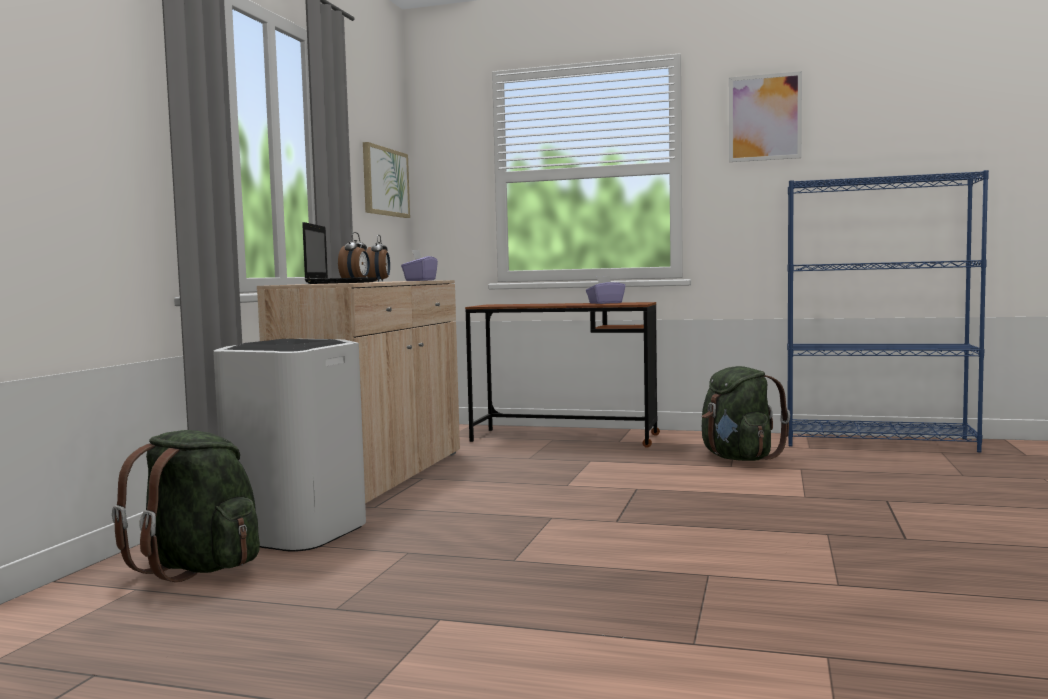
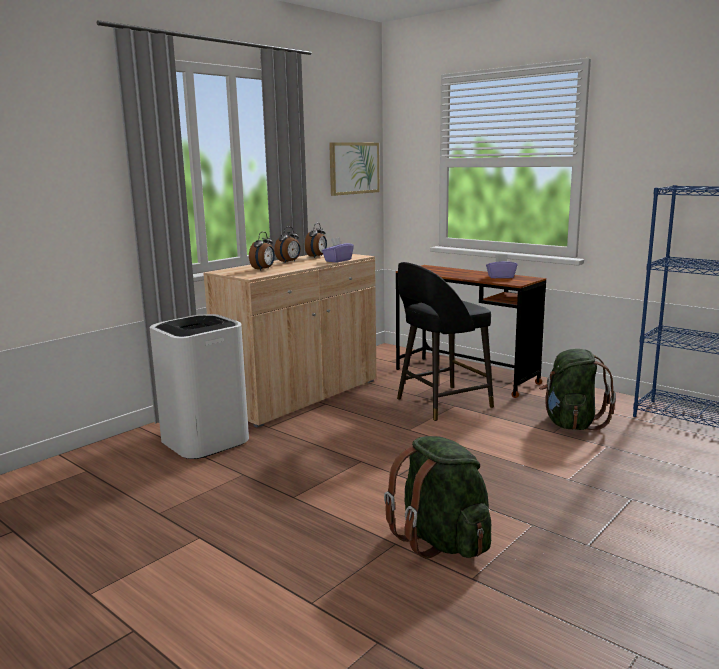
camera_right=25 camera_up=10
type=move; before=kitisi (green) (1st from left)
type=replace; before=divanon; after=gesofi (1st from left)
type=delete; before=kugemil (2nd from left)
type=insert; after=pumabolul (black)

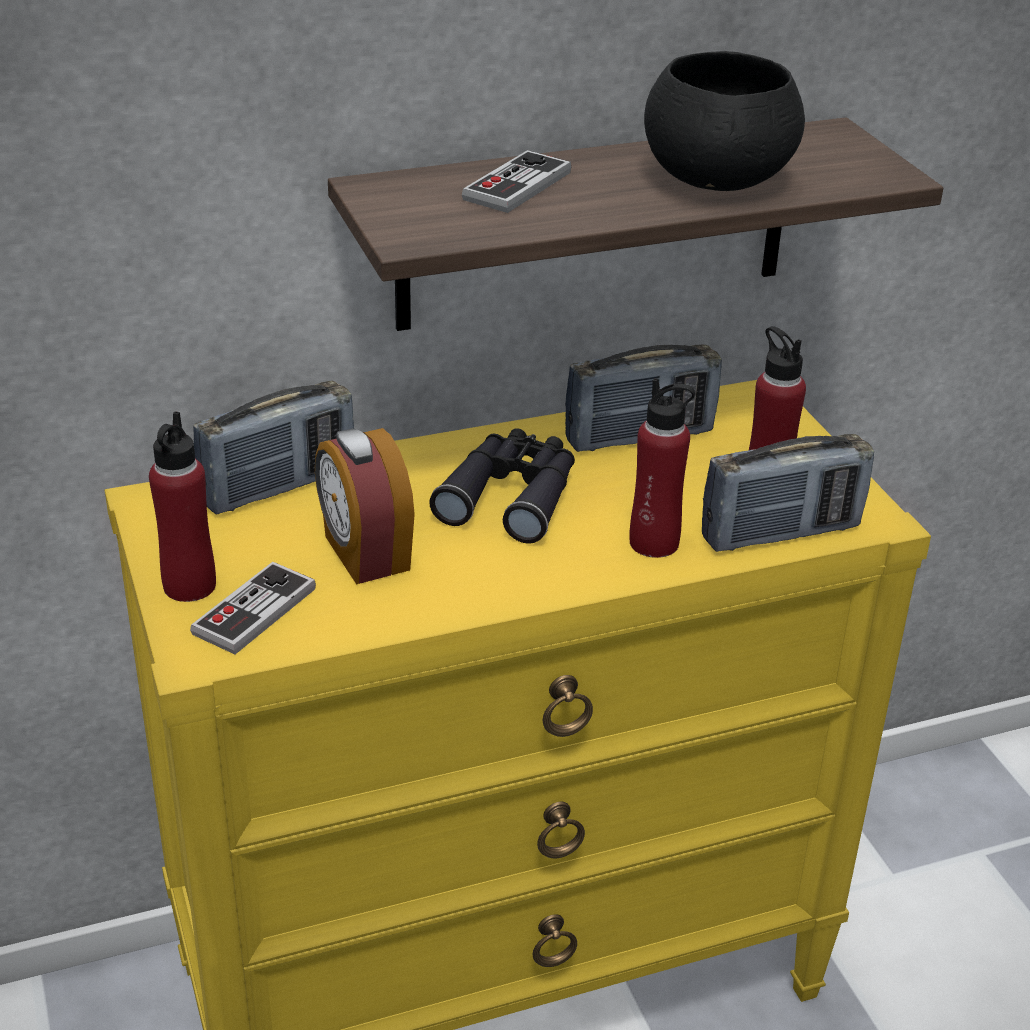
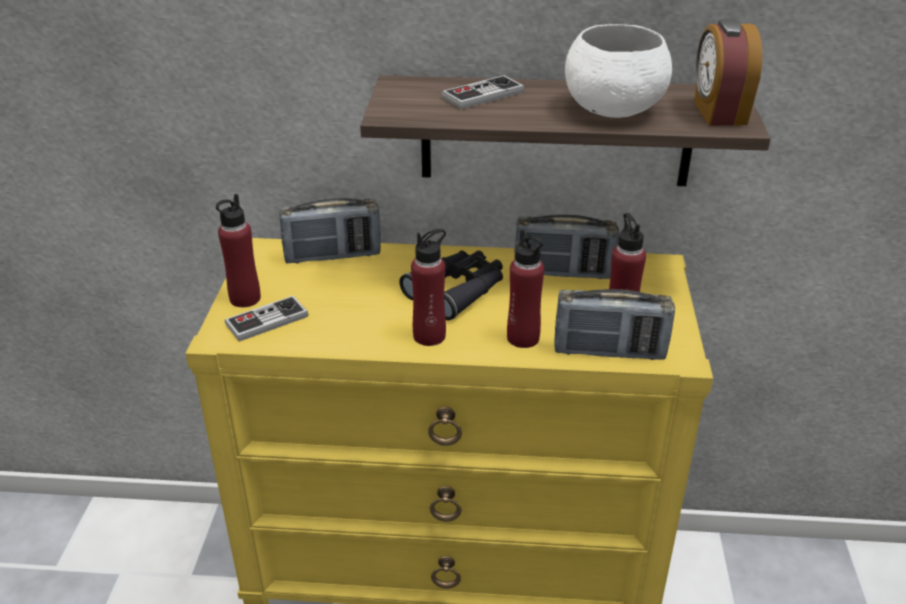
camera_right=25 camera_up=0
type=move; before=gesofi
type=recolor; before=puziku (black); after=puziku (white)
type=insert; after=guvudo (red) (2nd from left)

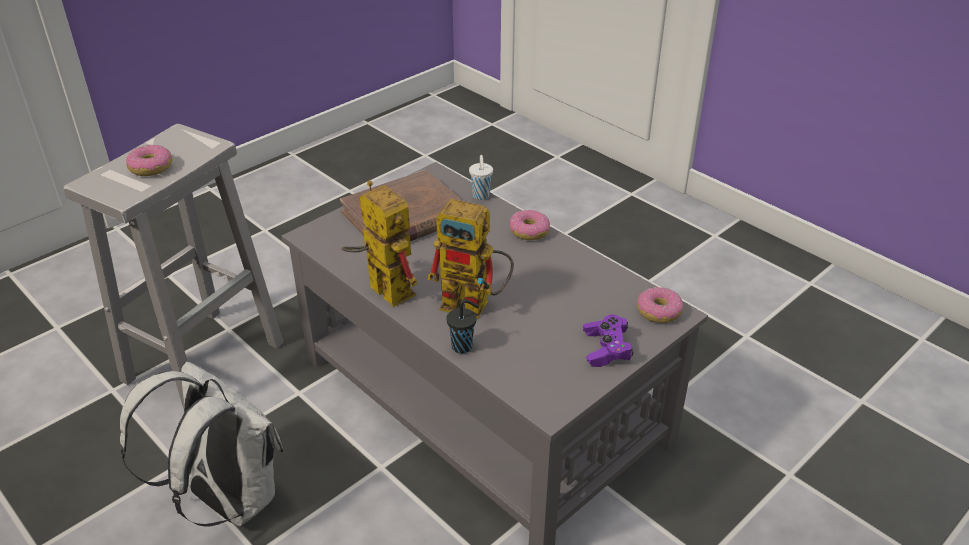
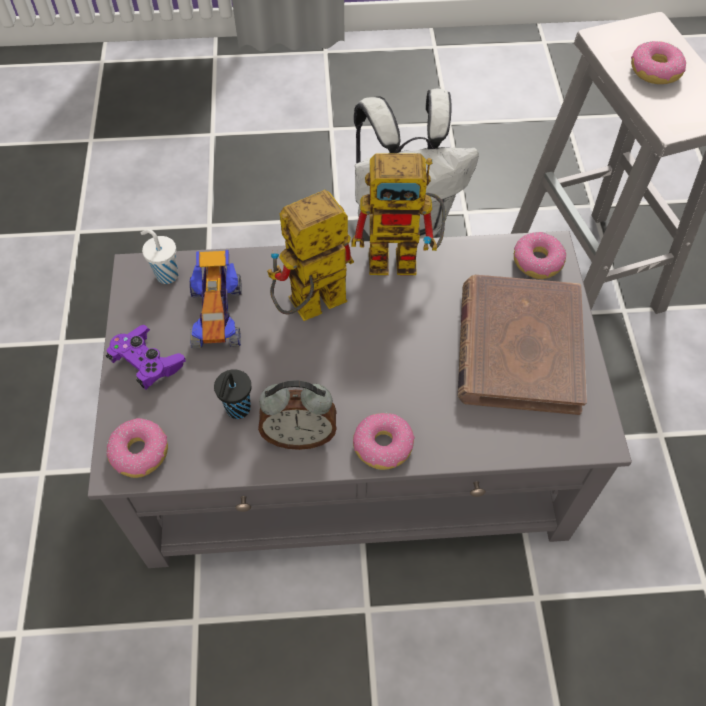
camera_right=130 camera_up=20
type=move; before=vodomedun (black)
type=move; before=vodomedun (white)
type=insert; after=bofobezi
type=insert; after=gesofi
type=insert; after=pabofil (3rd from left)

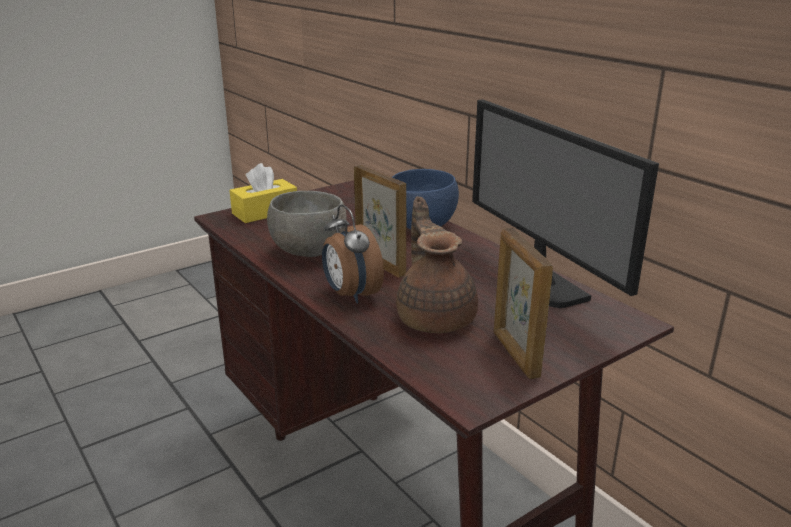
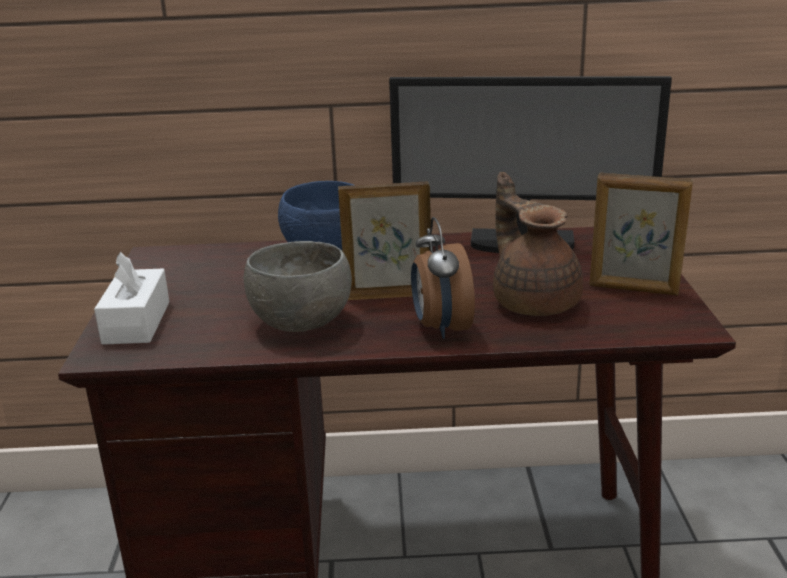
camera_right=-55 camera_up=0
type=recolor; before=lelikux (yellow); after=lelikux (white)
type=rotate; before=gesofi; turn=75
type=rotate; before=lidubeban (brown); turn=45

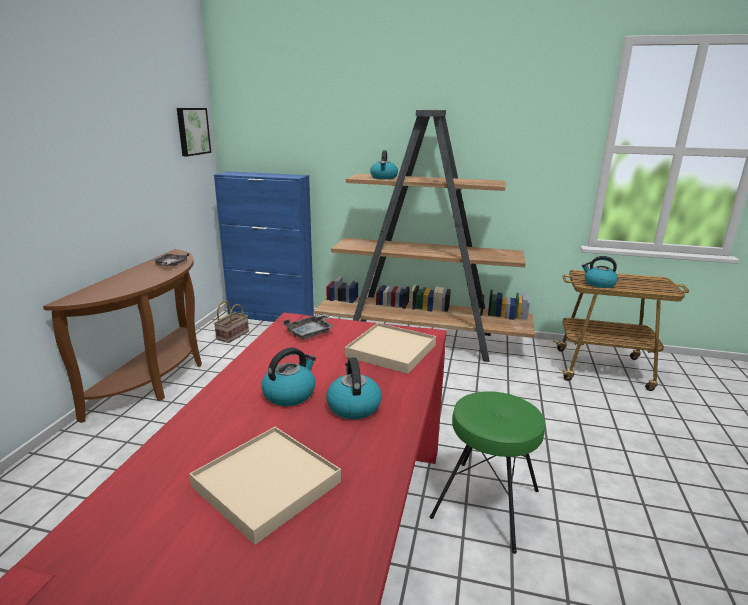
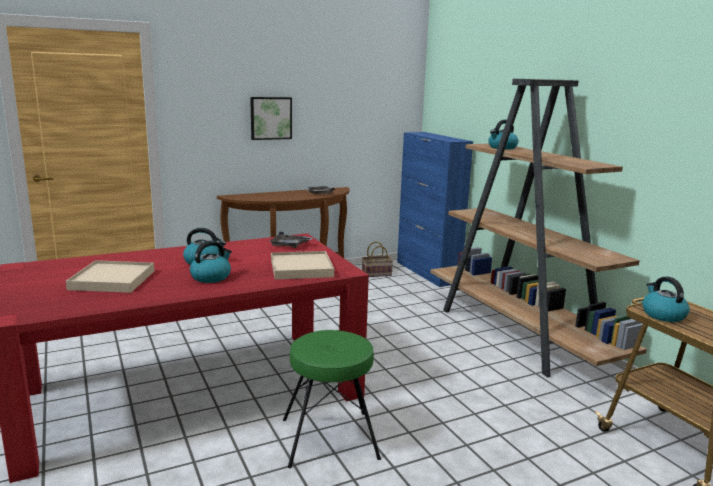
camera_right=50 camera_up=-5
type=move; before=kugemil

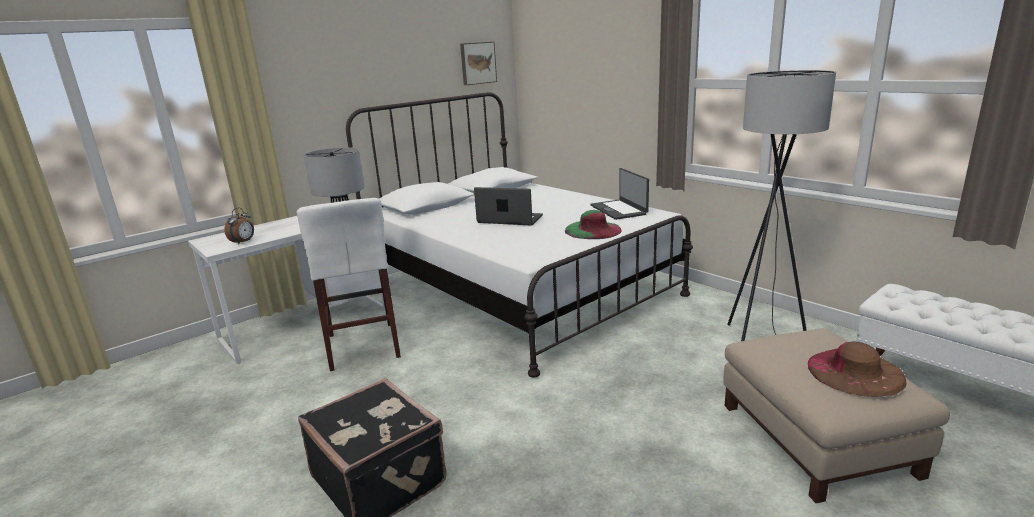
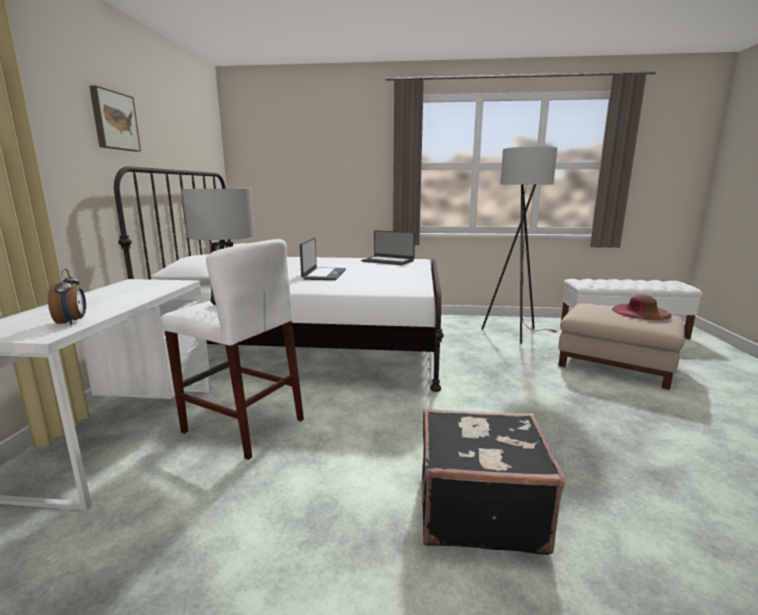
camera_right=-45 camera_up=-5
type=move; before=kugemil
type=rotate; before=divanon (1st from left); turn=120
type=delete; before=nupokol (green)

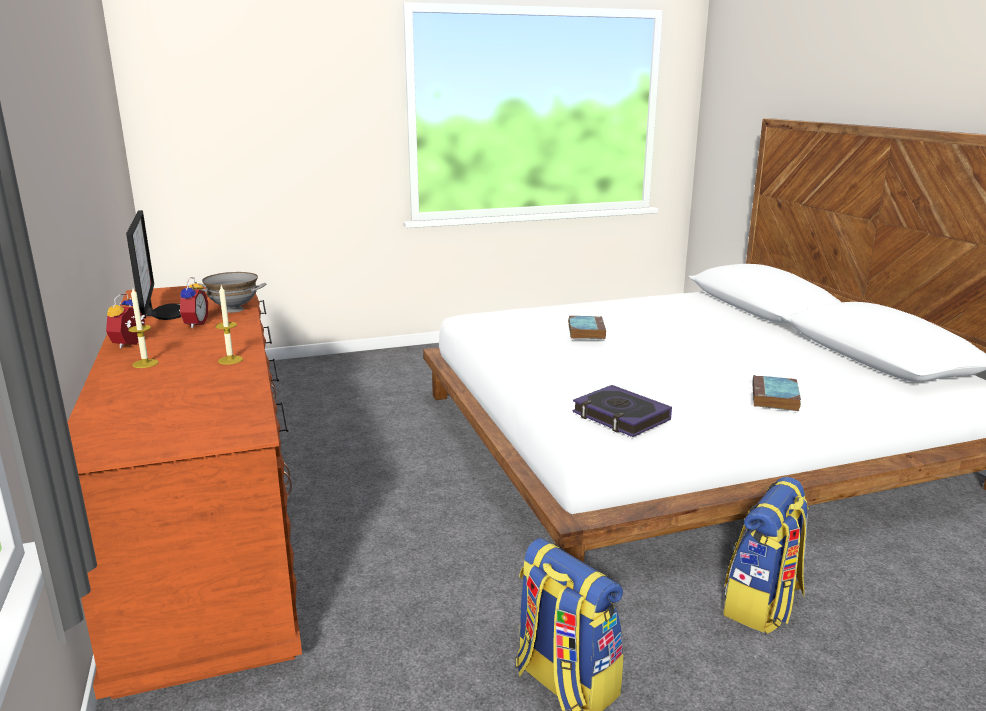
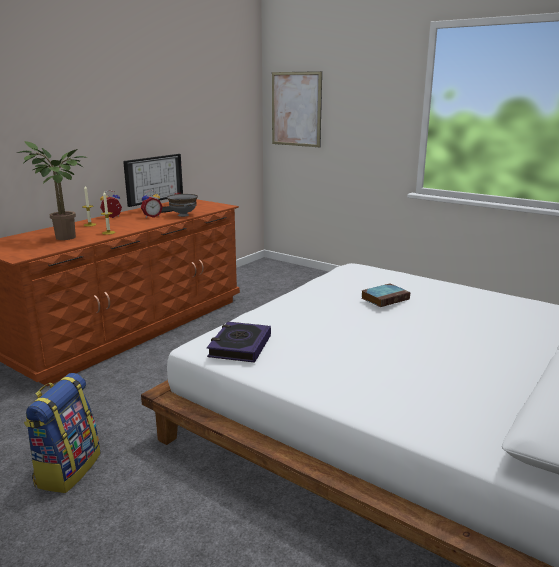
camera_right=55 camera_up=0
type=delete; before=kitisi (2nd from left)
type=delete; before=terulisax (3rd from left)
type=insert; after=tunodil
type=insert; after=kugemil

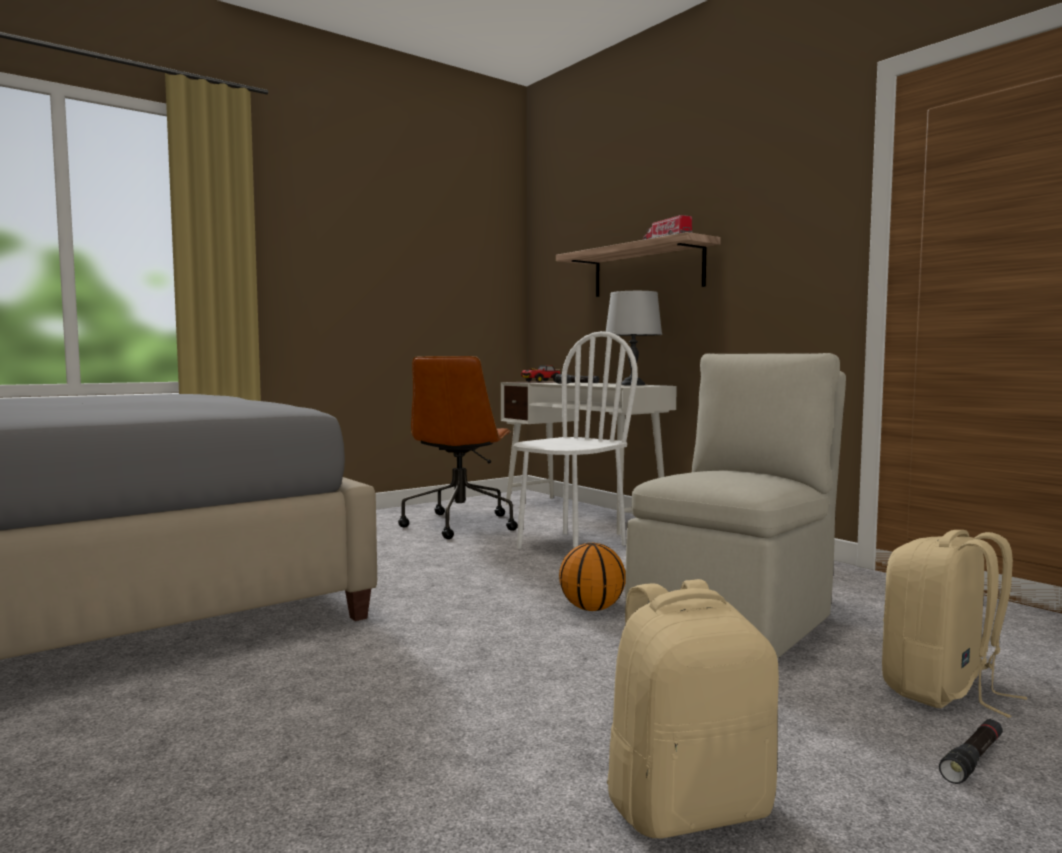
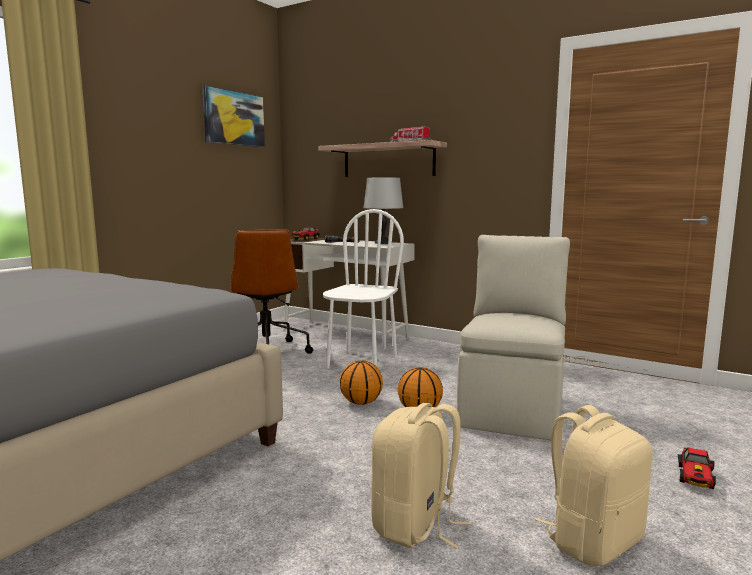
camera_right=-20 camera_up=5
type=move; before=kitisi (beige) (2nd from left in the first image); after=kitisi (beige) (1st from left)
type=replace; before=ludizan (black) (2nd from left); after=bofobezi (2nd from left)
type=insert; after=kugemil
type=insert; after=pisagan (1st from left)

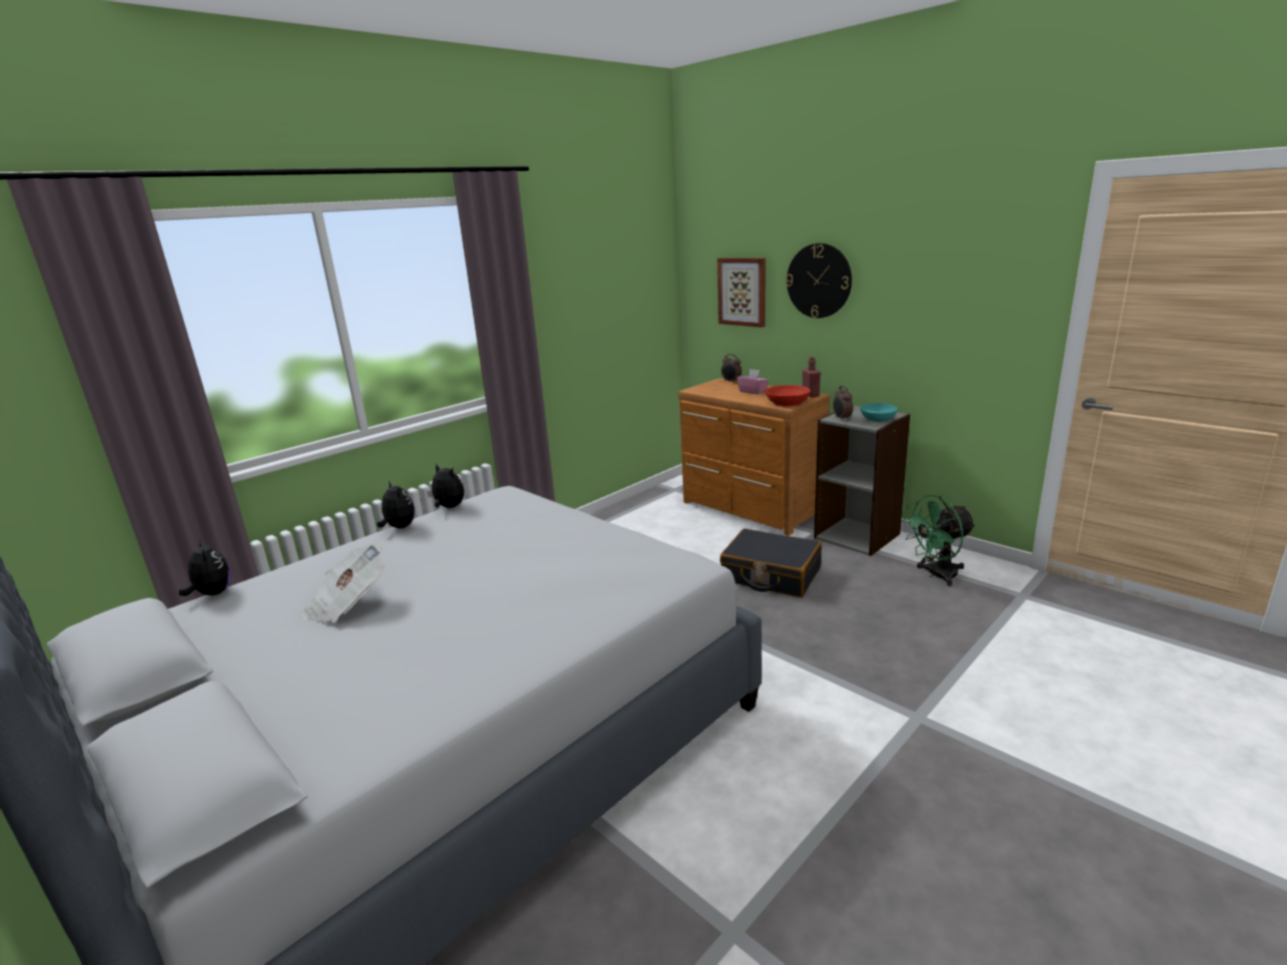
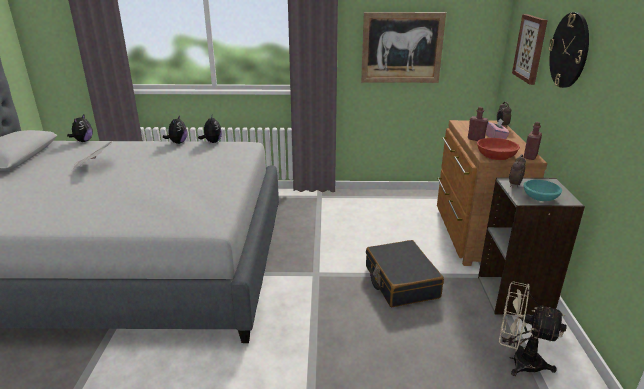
camera_right=45 camera_up=5
type=recolor; before=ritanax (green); after=ritanax (beige)
type=insert; after=kugemil (1st from left)
type=insert; after=guvudo (red) (1st from left)

